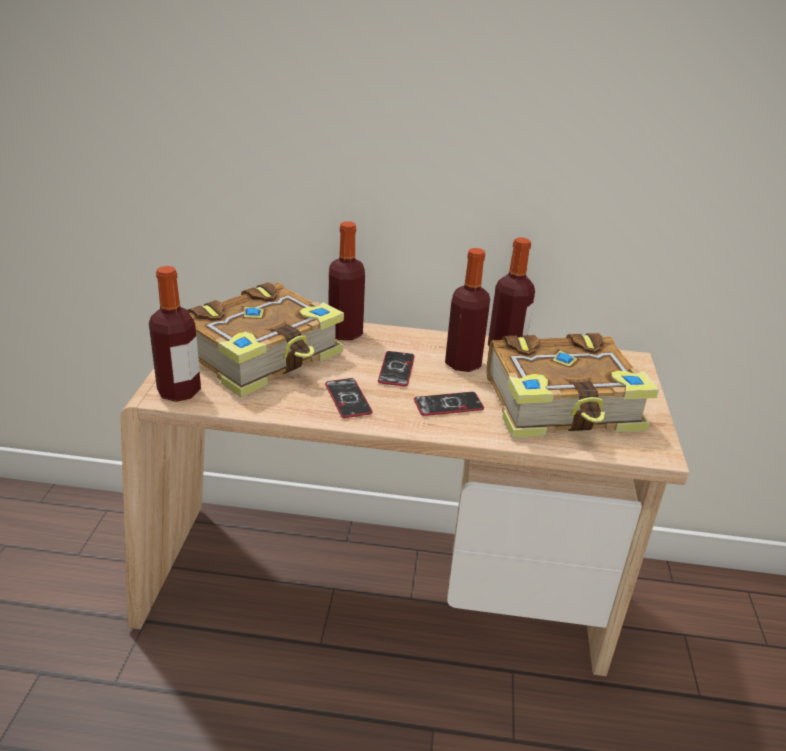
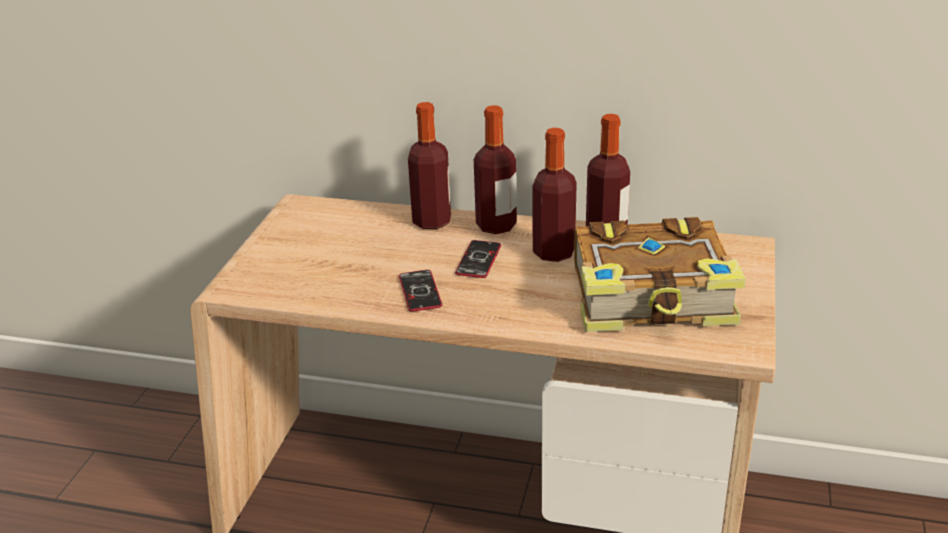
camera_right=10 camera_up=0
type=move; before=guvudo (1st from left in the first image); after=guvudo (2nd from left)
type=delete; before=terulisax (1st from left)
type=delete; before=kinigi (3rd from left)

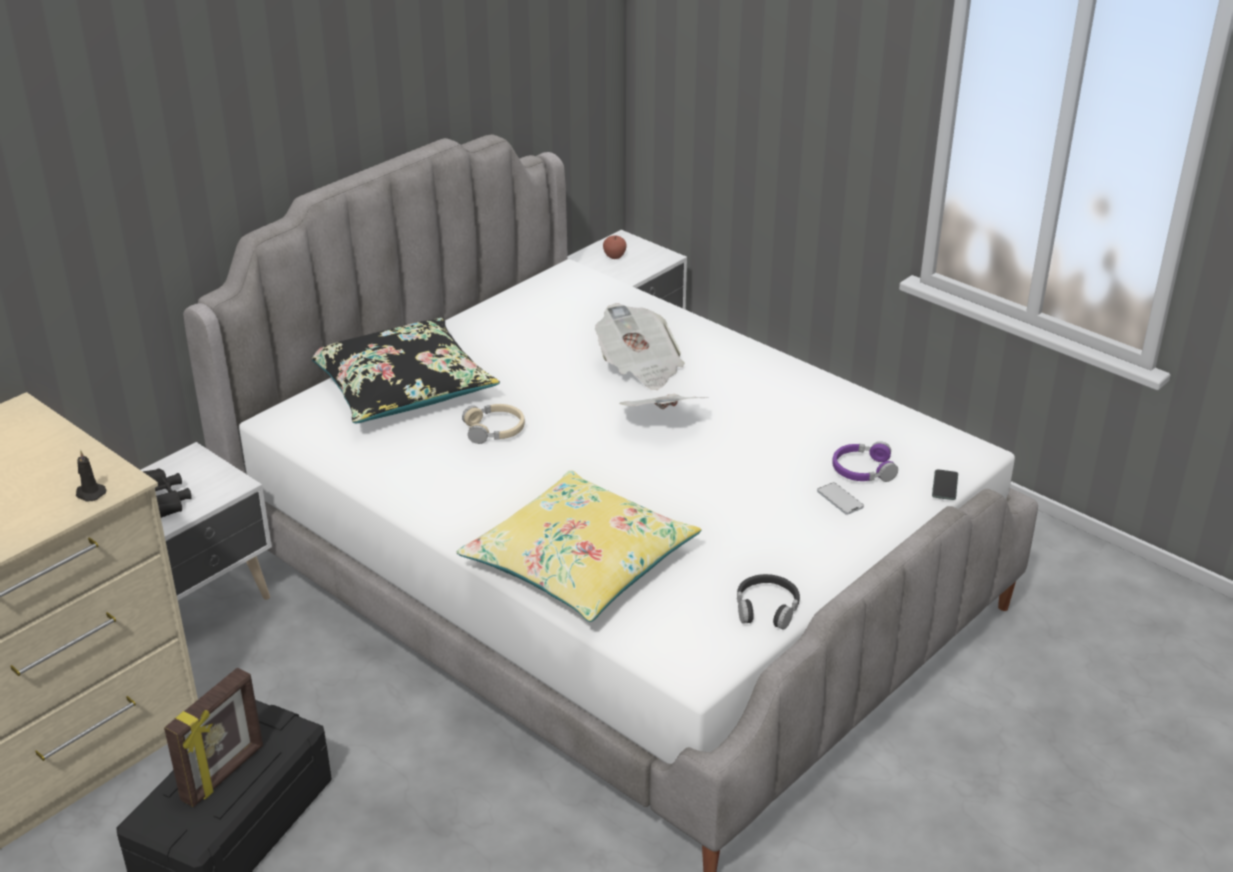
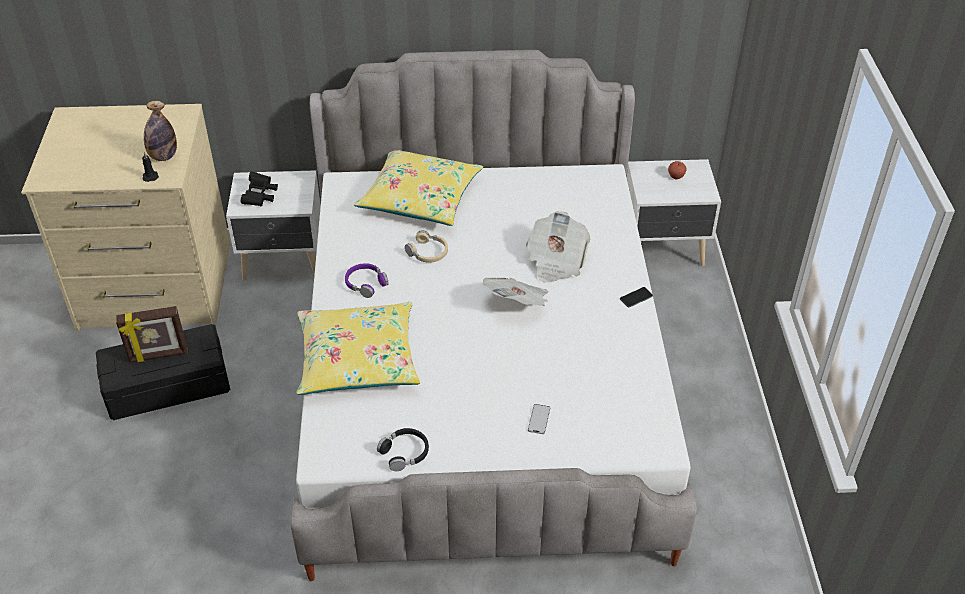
camera_right=45 camera_up=10
type=recolor; before=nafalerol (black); after=nafalerol (yellow) (2nd from left)
type=move; before=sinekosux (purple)
type=move; before=kinigi (2nd from left)
type=insert; after=guvudo

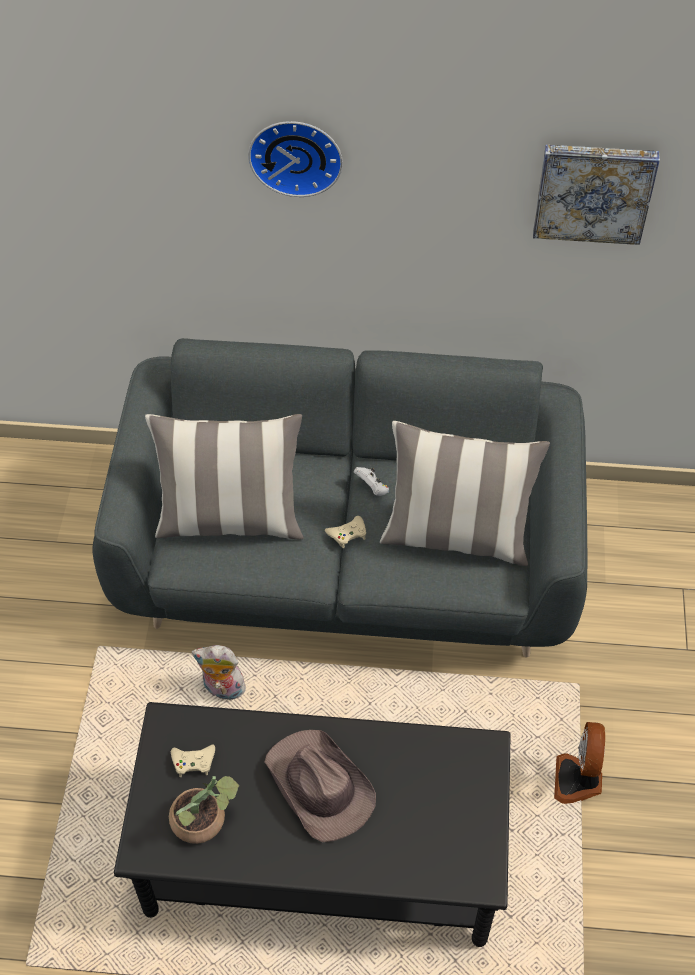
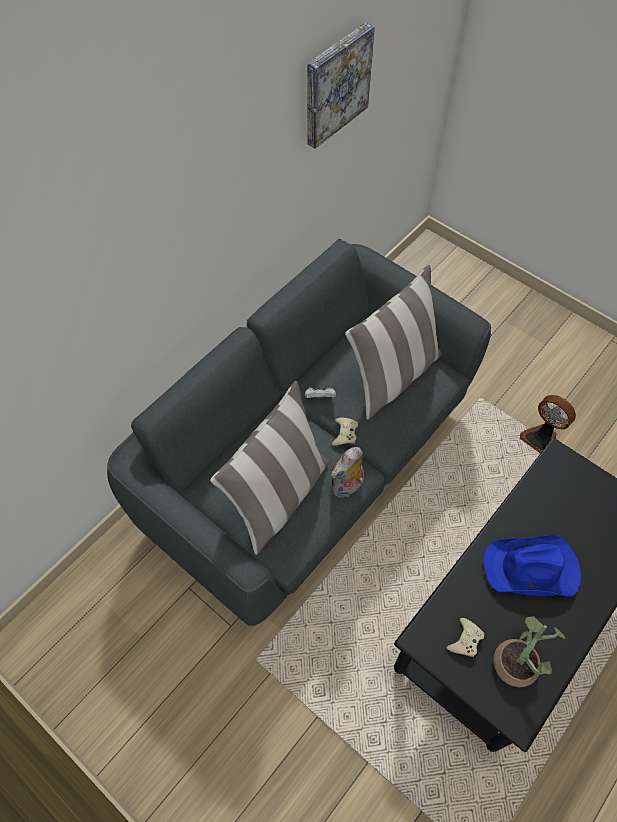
camera_right=-55 camera_up=5
type=move; before=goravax
type=delete; before=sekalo
type=recolor; before=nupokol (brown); after=nupokol (blue)

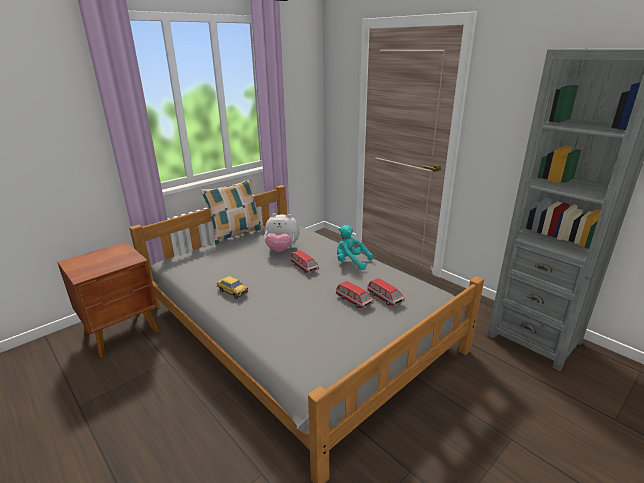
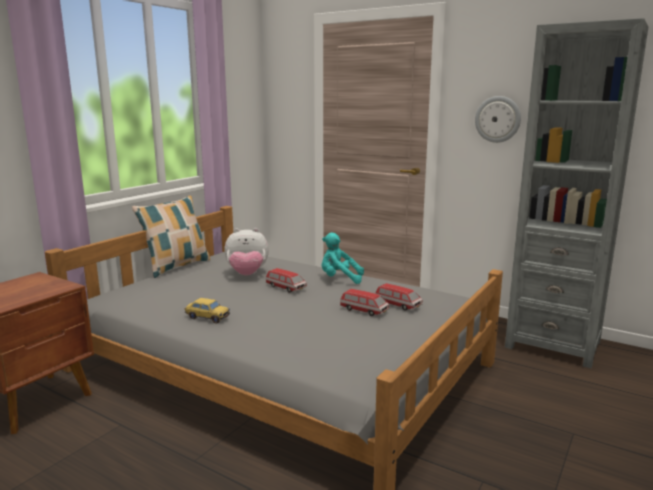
camera_right=-15 camera_up=-10
type=insert; after=sekalo

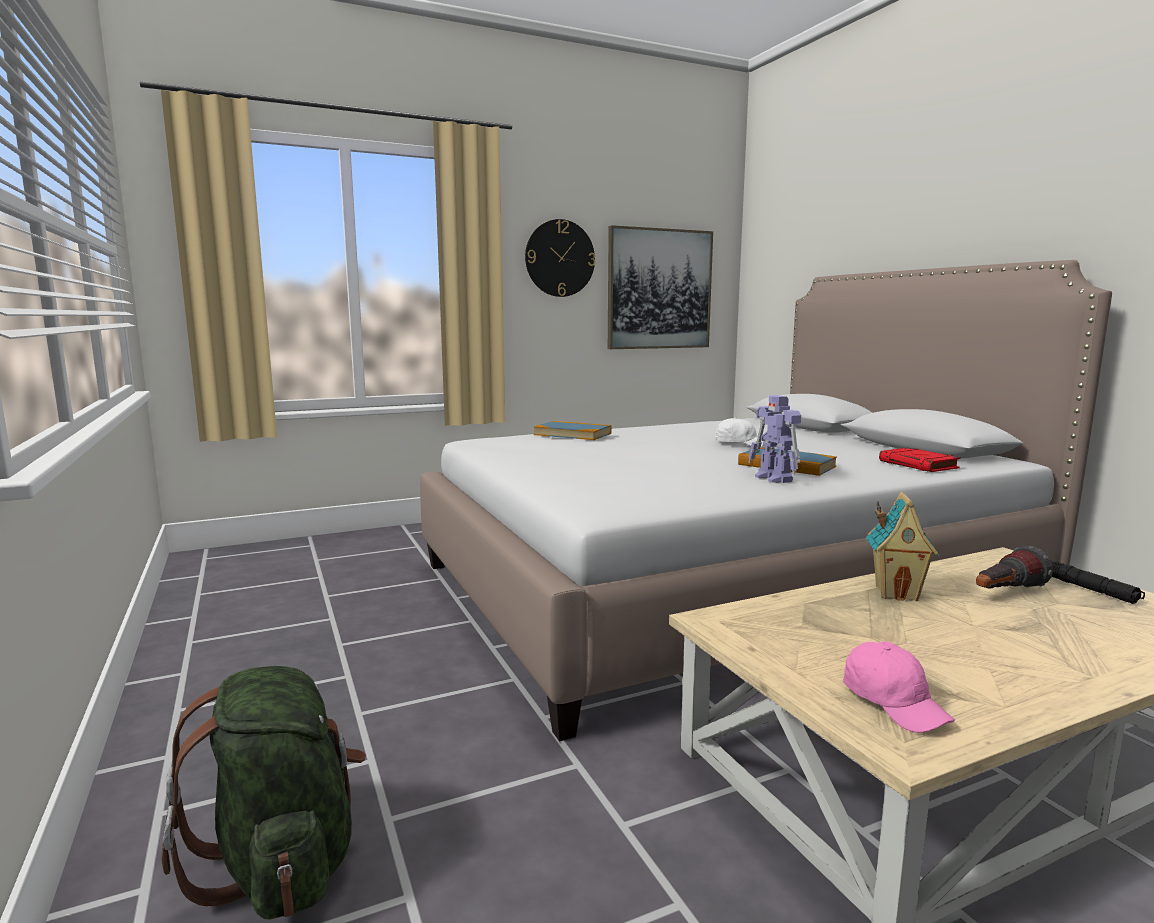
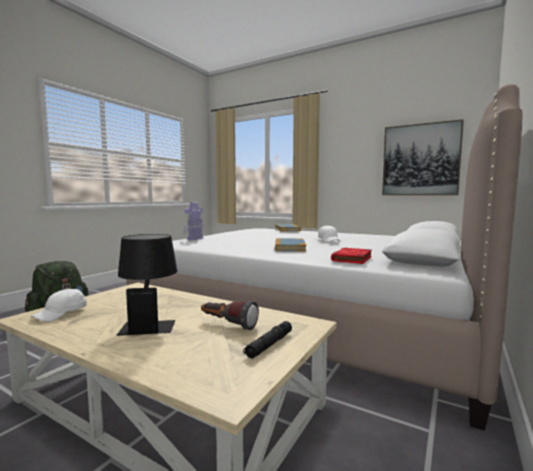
camera_right=55 camera_up=-5
type=delete; before=sekalo
type=move; before=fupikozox
type=recolor; before=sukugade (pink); after=sukugade (white) (1st from left)
type=delete; before=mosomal
type=insert; after=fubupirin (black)

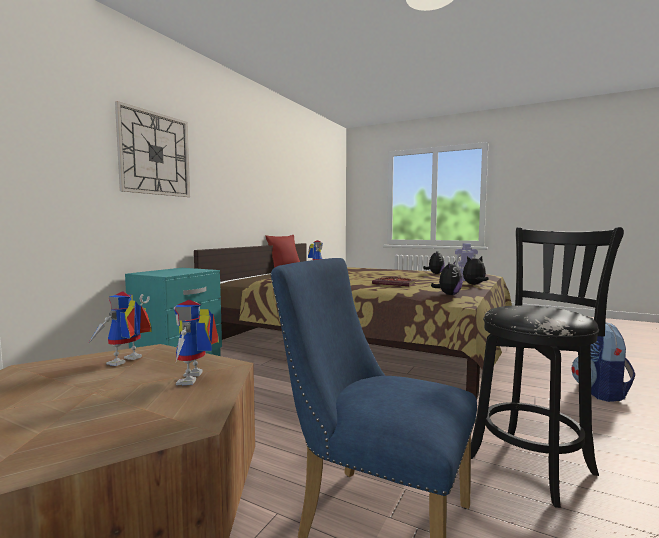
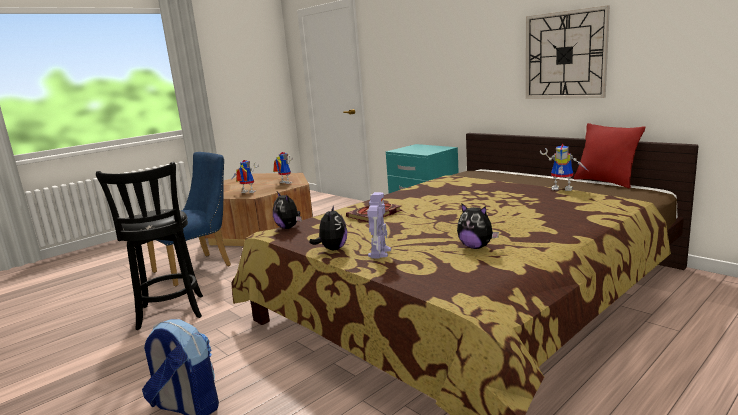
camera_right=110 camera_up=10
type=move; before=sekalo

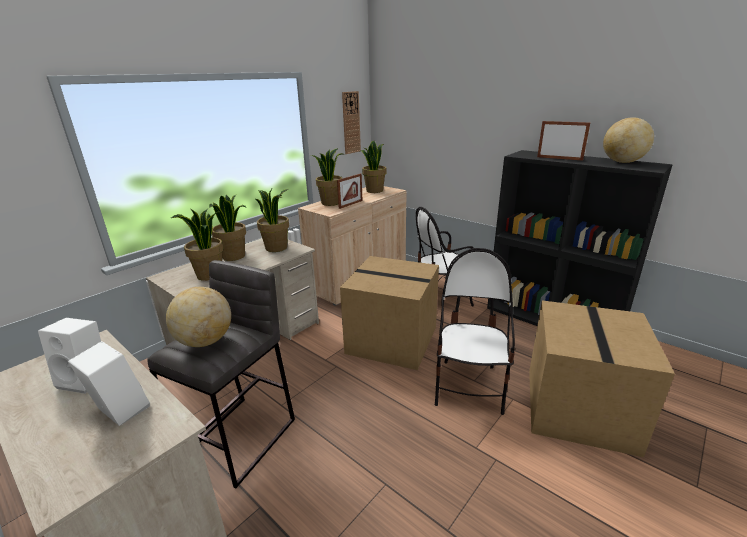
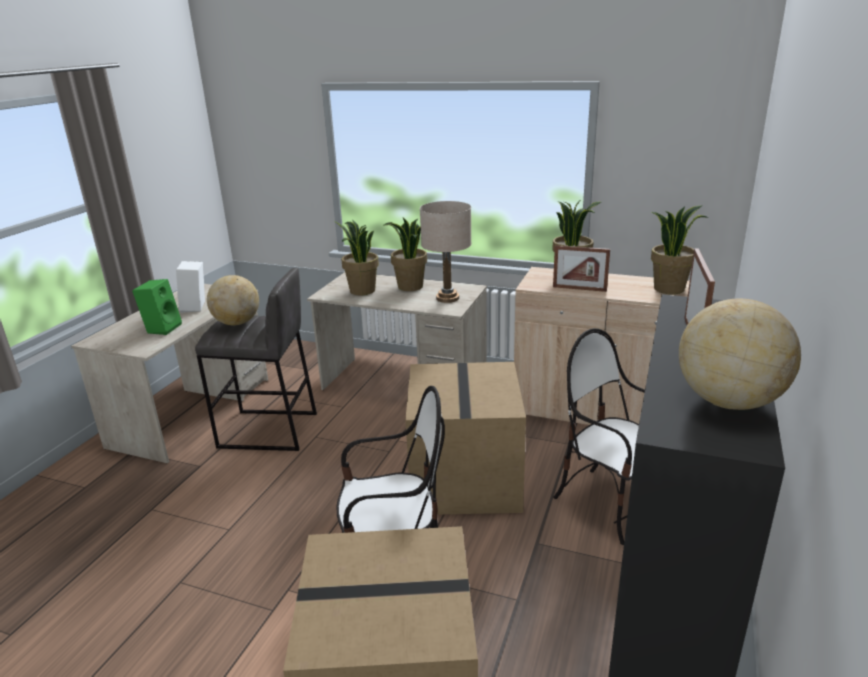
camera_right=70 camera_up=0
type=recolor; before=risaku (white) (2nd from left); after=risaku (green)
type=replace; before=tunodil (3rd from left); after=fubupirin (beige)
type=delete; before=sekalo

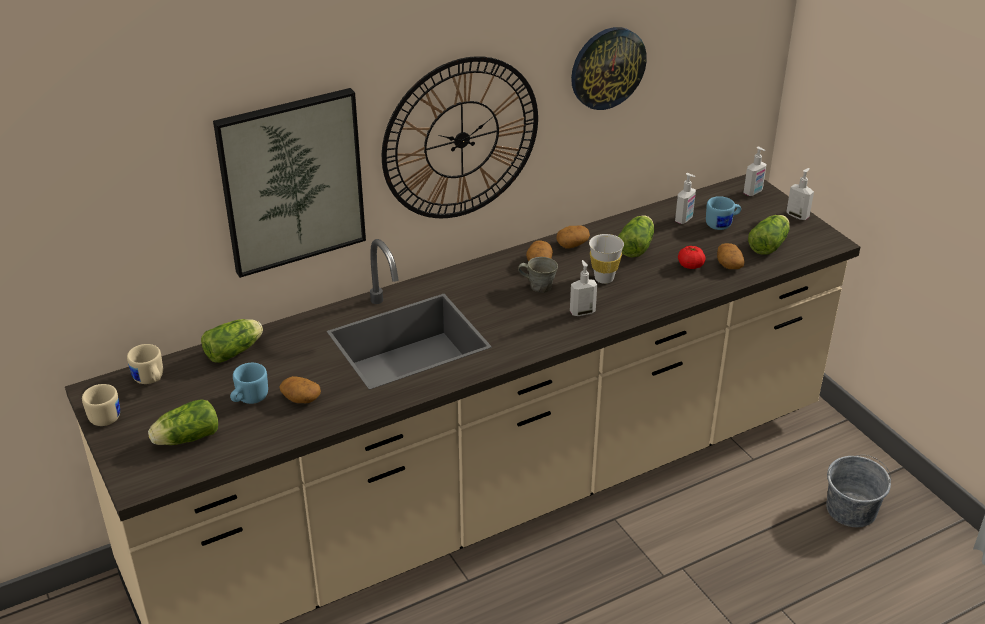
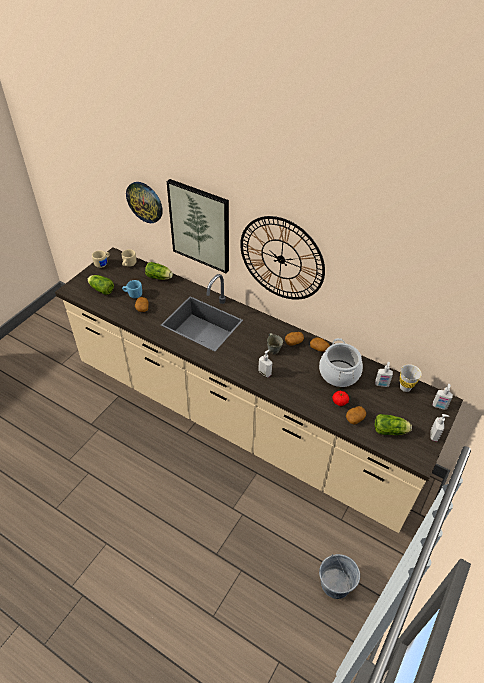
camera_right=60 camera_up=10
type=move; before=sekalo (2nd from left in the first image); after=sekalo (1st from left)
type=move; before=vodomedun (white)
type=replace; before=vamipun (3rd from left); after=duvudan
type=delete; before=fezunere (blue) (2nd from left)

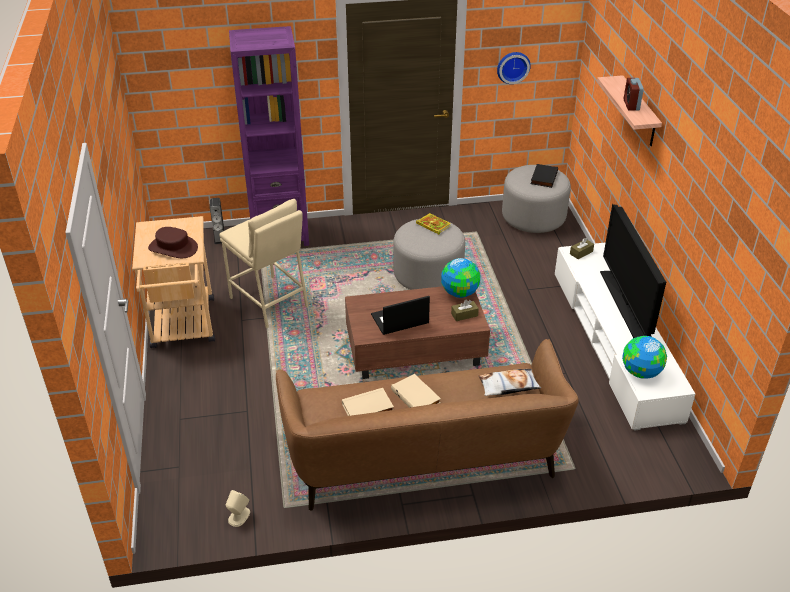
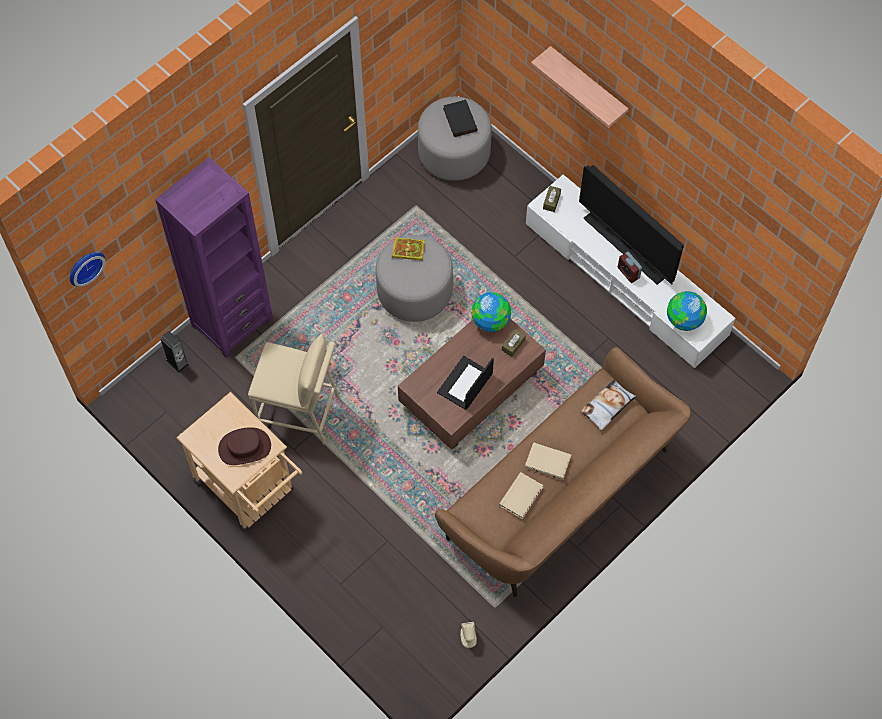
camera_right=-35 camera_up=25
type=move; before=sekalo
type=move; before=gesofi

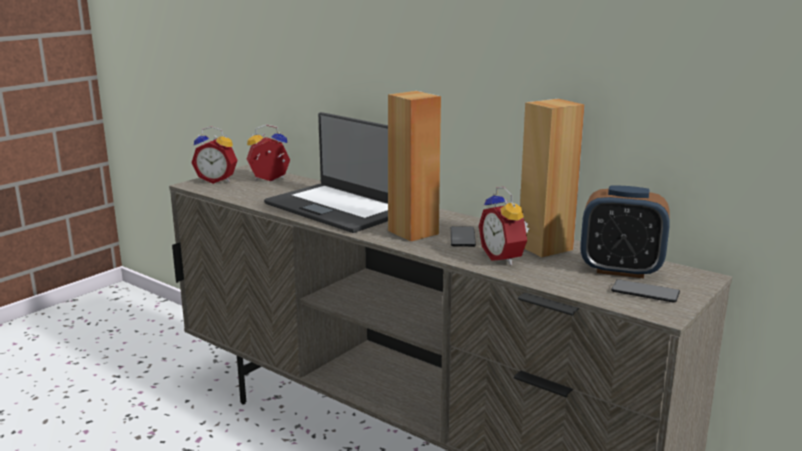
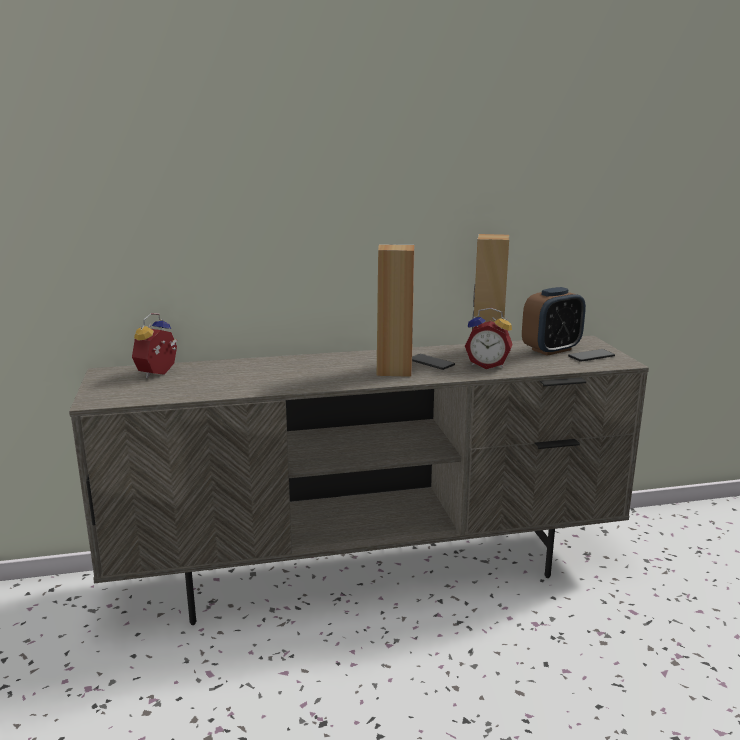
camera_right=-50 camera_up=0
type=delete; before=gesofi (1st from left)
type=delete; before=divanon

